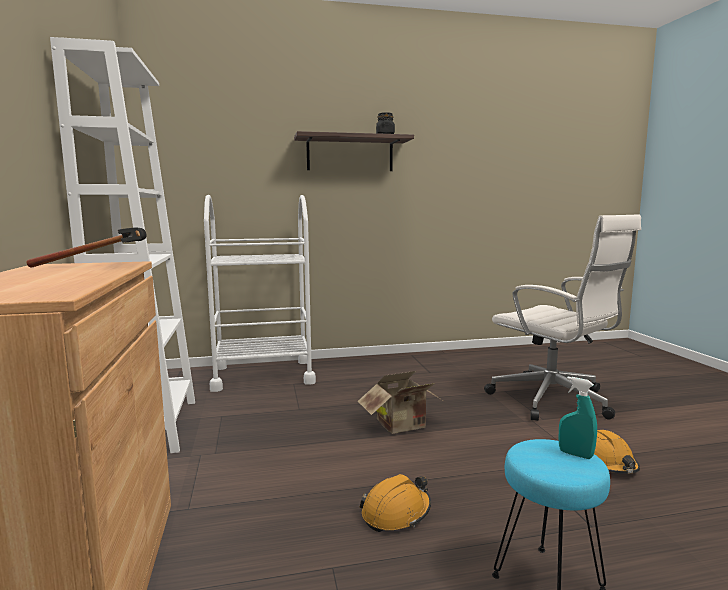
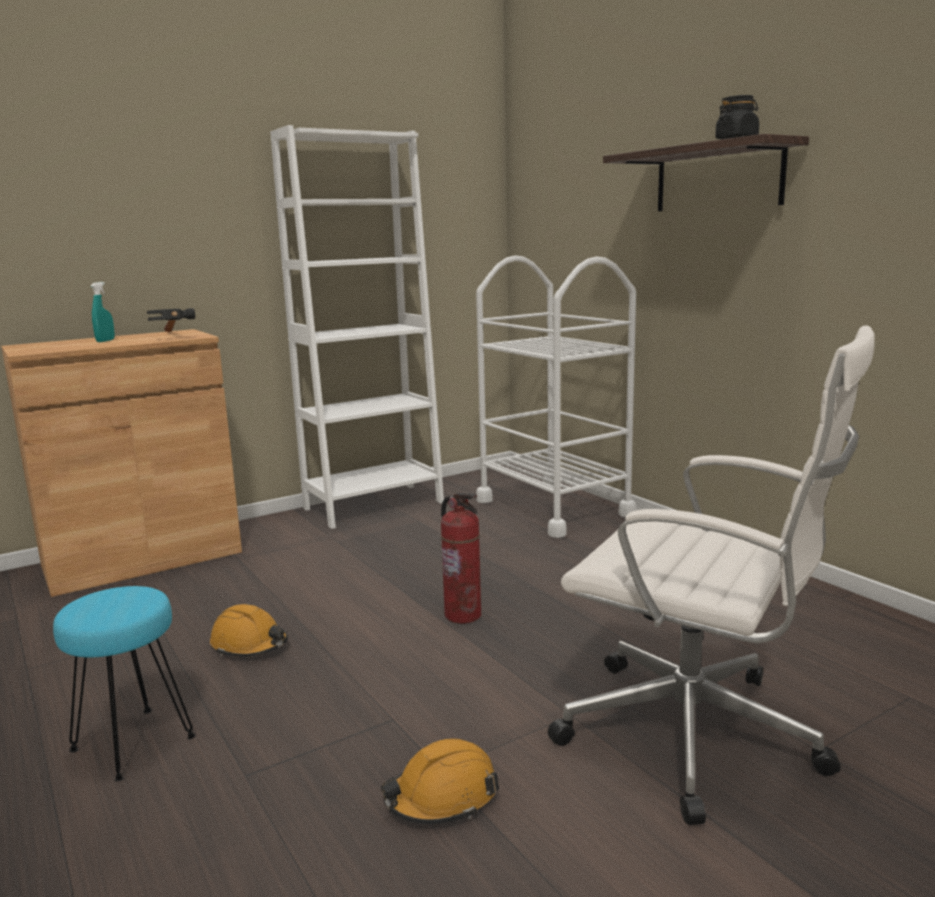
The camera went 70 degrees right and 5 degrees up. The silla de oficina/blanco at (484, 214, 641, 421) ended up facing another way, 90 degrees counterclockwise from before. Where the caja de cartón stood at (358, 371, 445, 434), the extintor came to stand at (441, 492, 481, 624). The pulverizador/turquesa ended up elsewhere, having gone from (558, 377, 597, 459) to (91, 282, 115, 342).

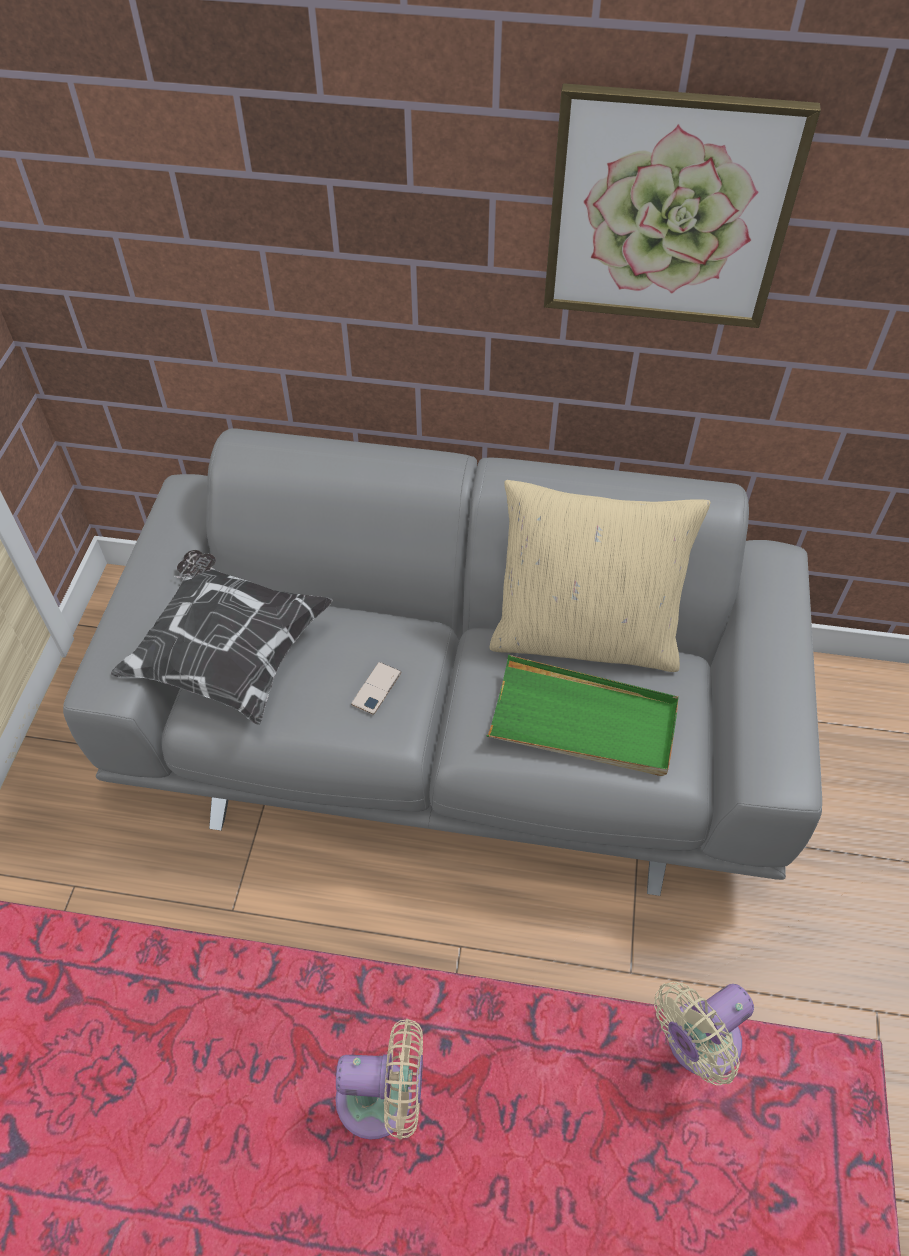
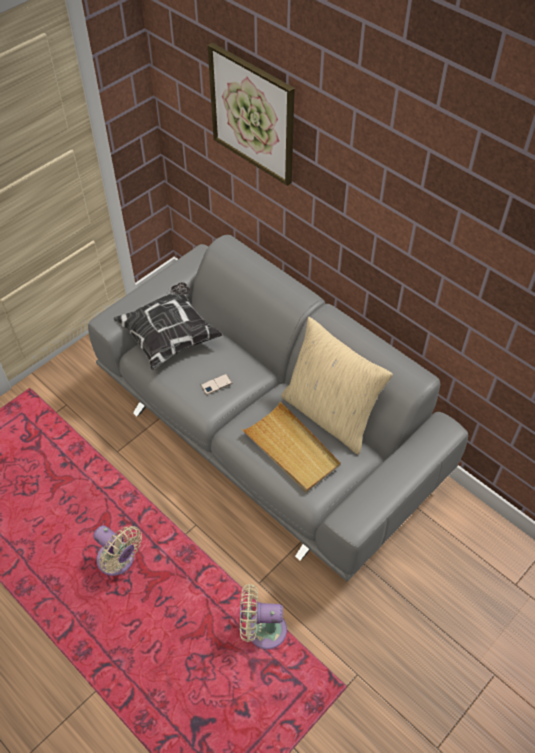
The camera went 35 degrees right and 0 degrees up. The cuadro ended up elsewhere, having gone from (544, 83, 821, 328) to (208, 43, 295, 186). What was the bandeja/verde at (487, 655, 679, 776) turned into the bandeja/beis at (241, 401, 341, 492).

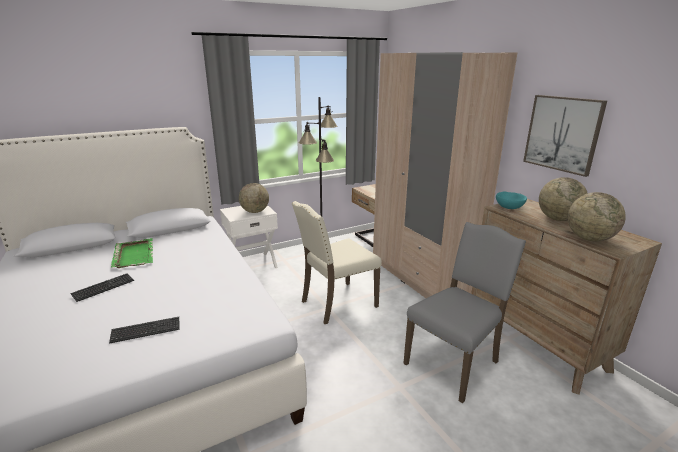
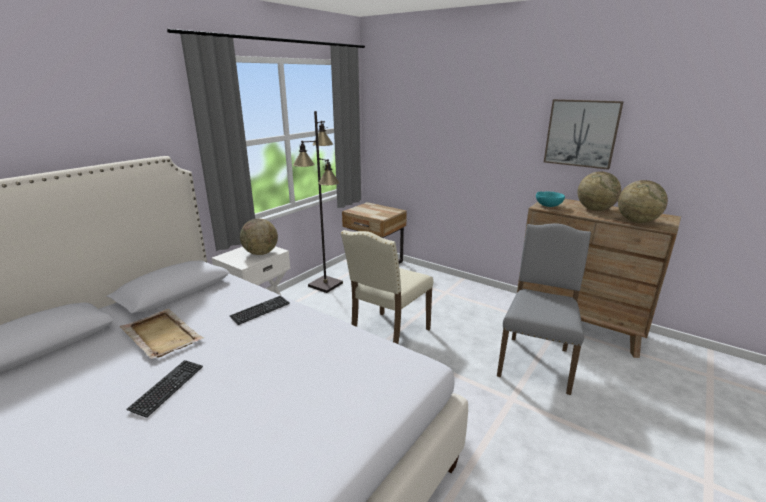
The camera went 25 degrees left and 0 degrees up. The second view lost the armario ropero/beis at (373, 52, 518, 298). What was the bandeja/verde at (111, 238, 153, 268) turned into the bandeja/beis at (120, 309, 204, 359). The teclado ended up elsewhere, having gone from (109, 317, 180, 344) to (230, 296, 290, 325).

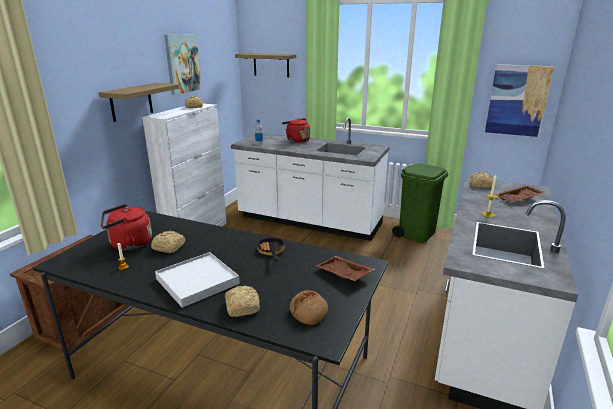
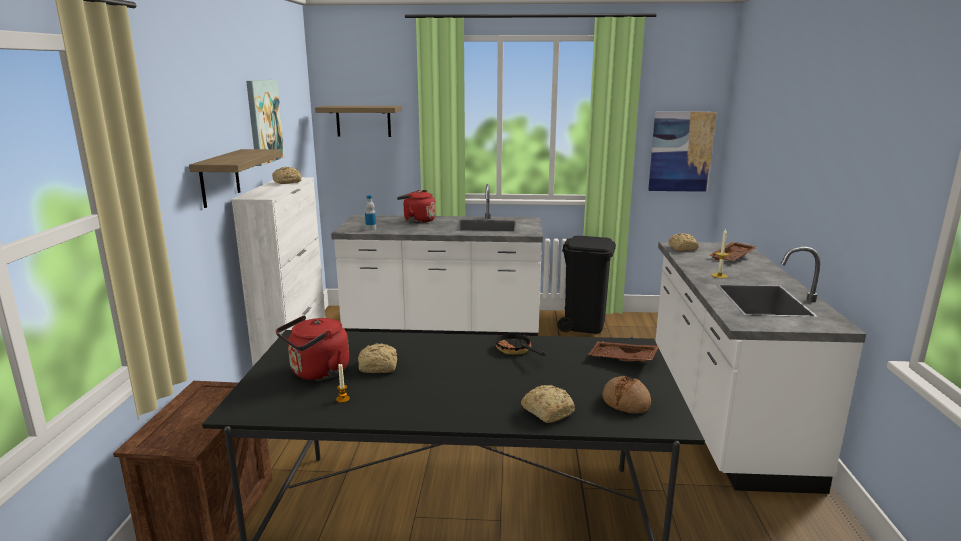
The camera went 20 degrees left and 5 degrees down. What was the papelera/verde at (392, 163, 448, 243) turned into the papelera/negro at (557, 236, 616, 334). The second view lost the bandeja/blanco at (155, 252, 240, 308).

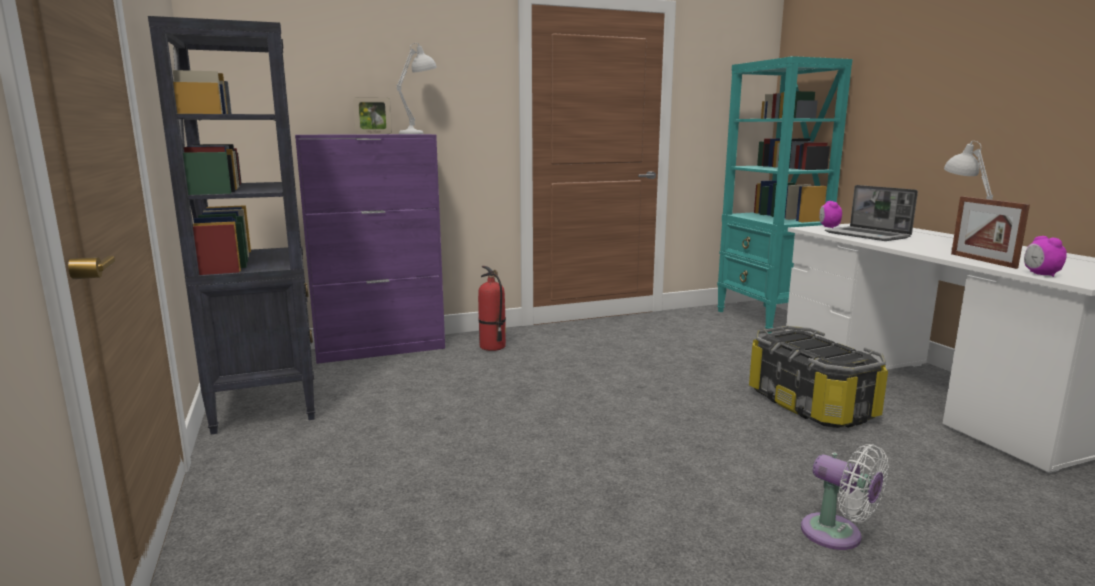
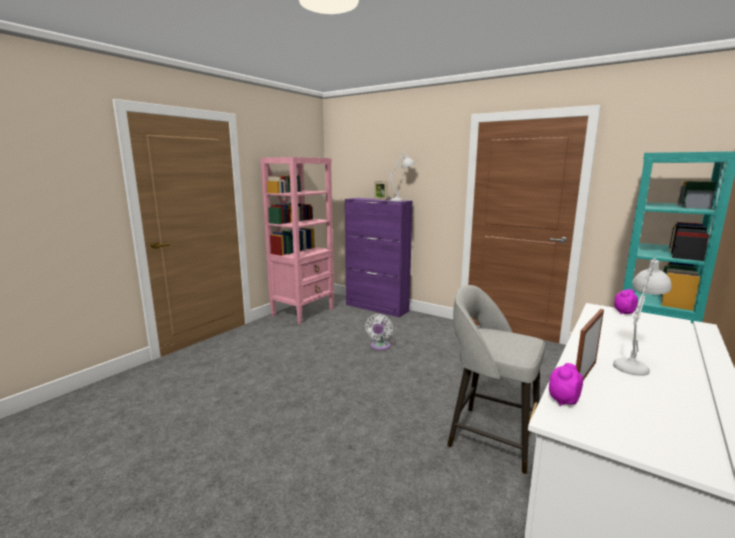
The camera went 55 degrees right and 0 degrees up. What was the estantería/negro at (148, 16, 315, 434) turned into the estantería/rosa at (260, 157, 334, 324). The second view lost the portátil at (825, 185, 918, 241). The second view lost the extintor at (478, 266, 506, 351). Where the caja de almacenaje stood at (749, 326, 888, 428), the taburete/gris came to stand at (447, 285, 545, 474). The ventilador/blanco ended up elsewhere, having gone from (801, 444, 889, 550) to (365, 314, 393, 350).

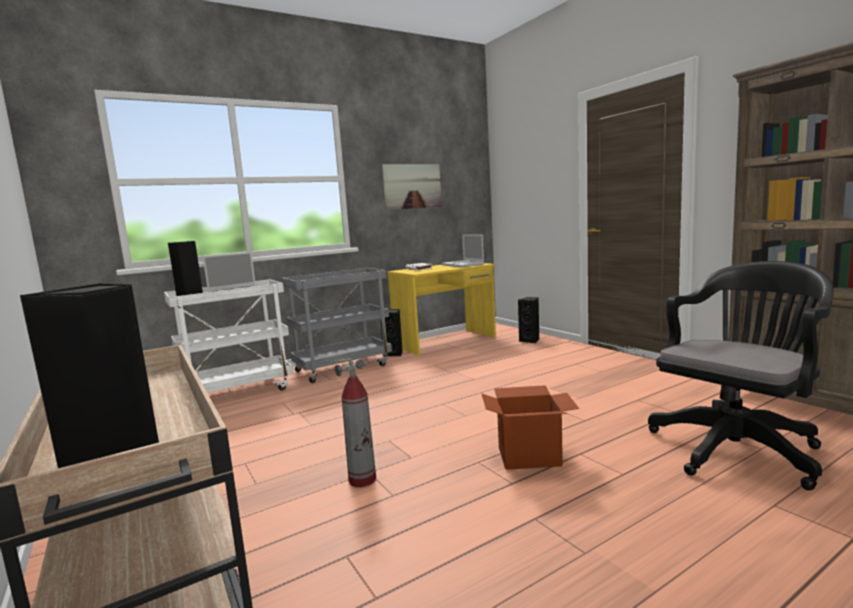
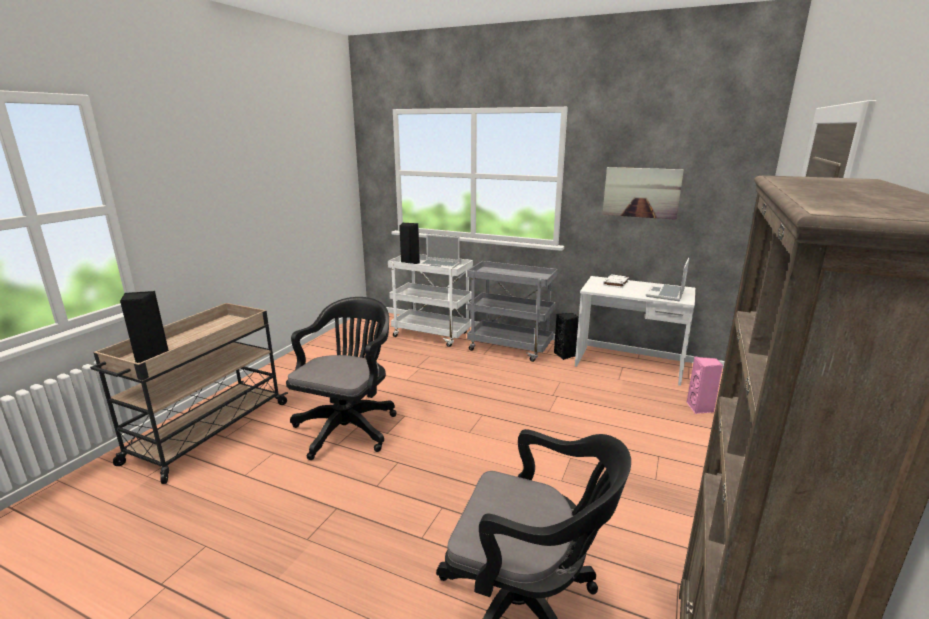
The camera went 55 degrees right and 10 degrees up. What was the escritorio/amarillo at (387, 263, 496, 356) turned into the escritorio/blanco at (575, 276, 695, 386). What was the altavoz/negro at (518, 297, 539, 343) turned into the altavoz/rosa at (686, 357, 723, 414). Where the extintor stood at (334, 358, 376, 487), the silla de oficina/negro came to stand at (286, 297, 397, 460). The second view lost the caja de cartón at (482, 385, 579, 470).

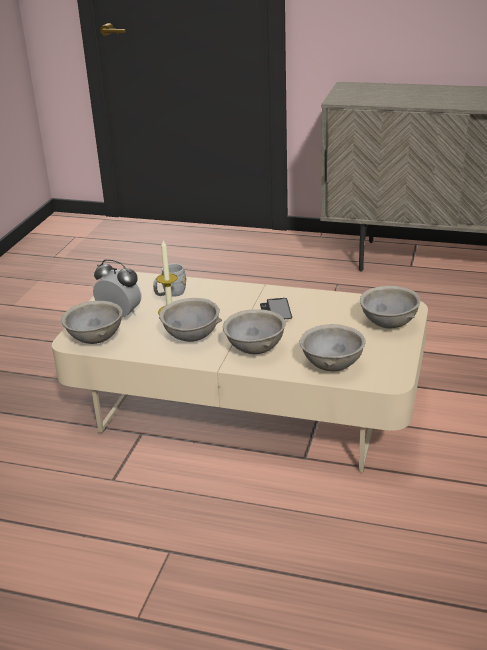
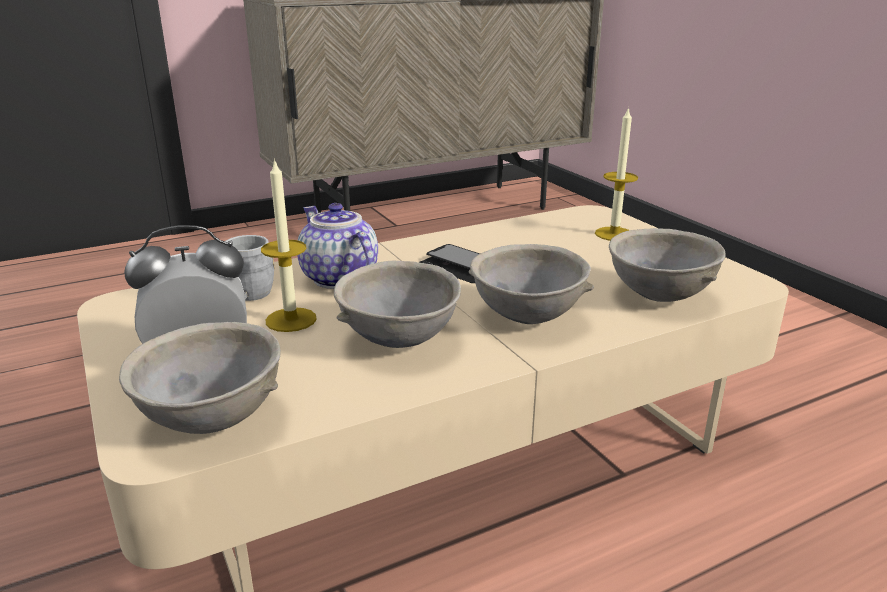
The camera went 45 degrees left and 5 degrees down. Where the cuenco/gris stood at (360, 286, 420, 328), the vela came to stand at (595, 106, 638, 241). The second view gained the tetera at (297, 203, 378, 289).

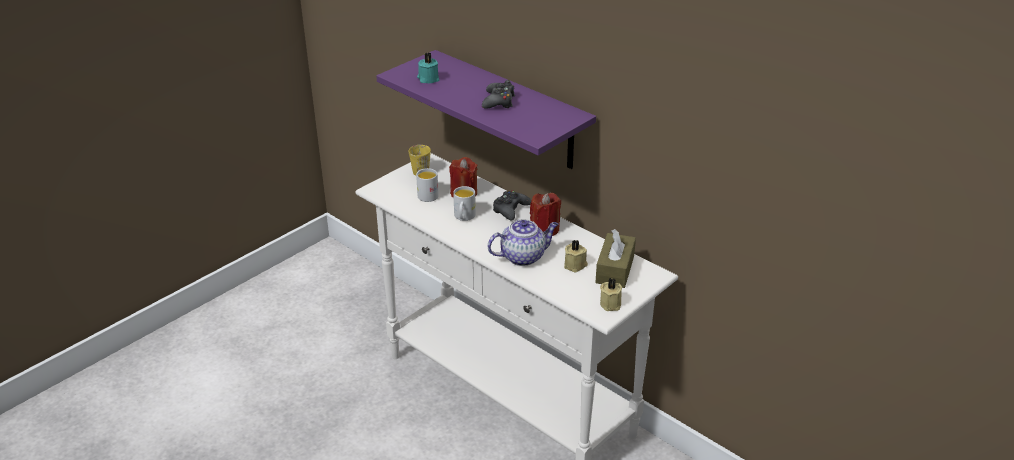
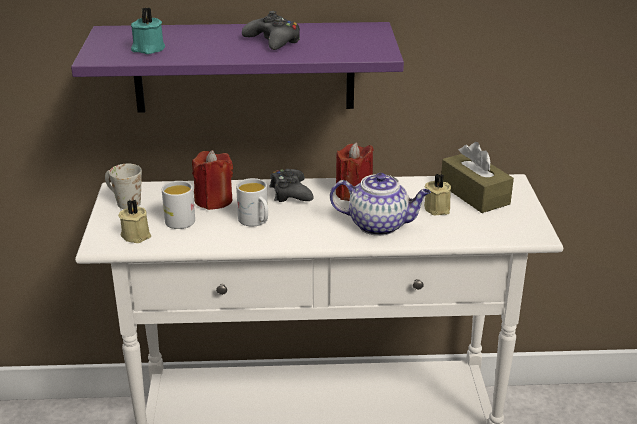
The camera went 45 degrees left and 5 degrees down. What was the taza grande/amarillo at (409, 145, 431, 176) turned into the taza grande/blanco at (105, 164, 142, 209). The tetera at (488, 219, 558, 266) ended up facing another way, 75 degrees clockwise from before. The vela/beis ended up elsewhere, having gone from (600, 278, 622, 311) to (118, 199, 151, 243).

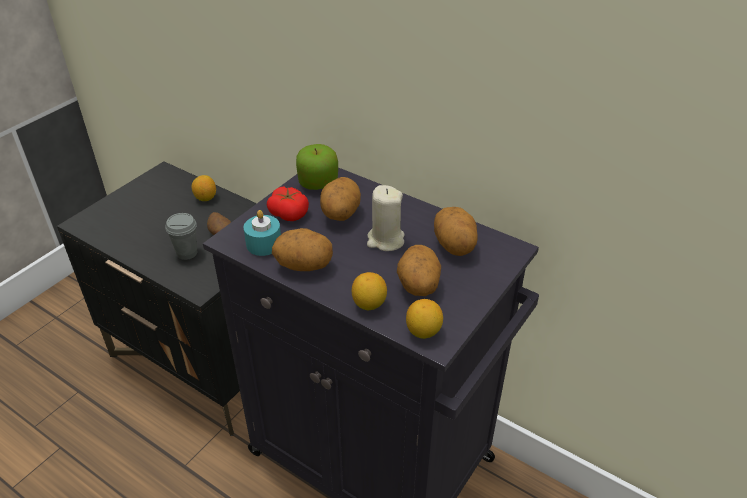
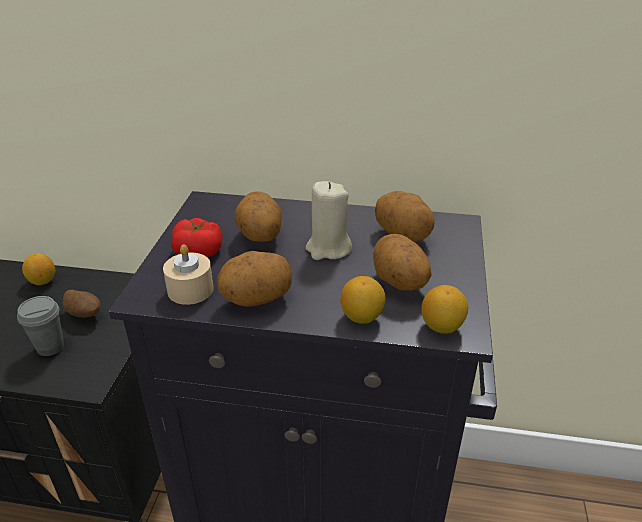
The camera went 25 degrees left and 5 degrees down. The second view lost the manzana at (296, 144, 338, 190). What was the vela/turquesa at (244, 210, 281, 256) turned into the vela/beis at (163, 244, 214, 305).

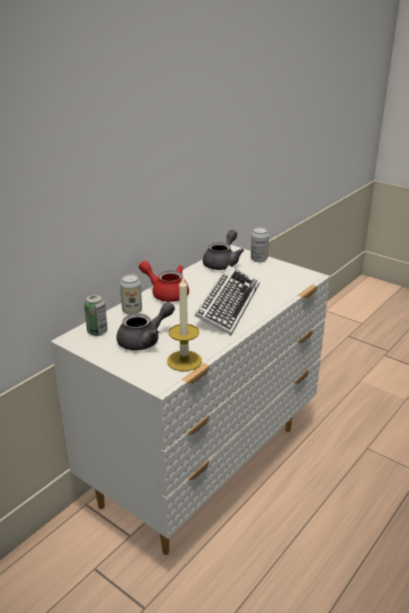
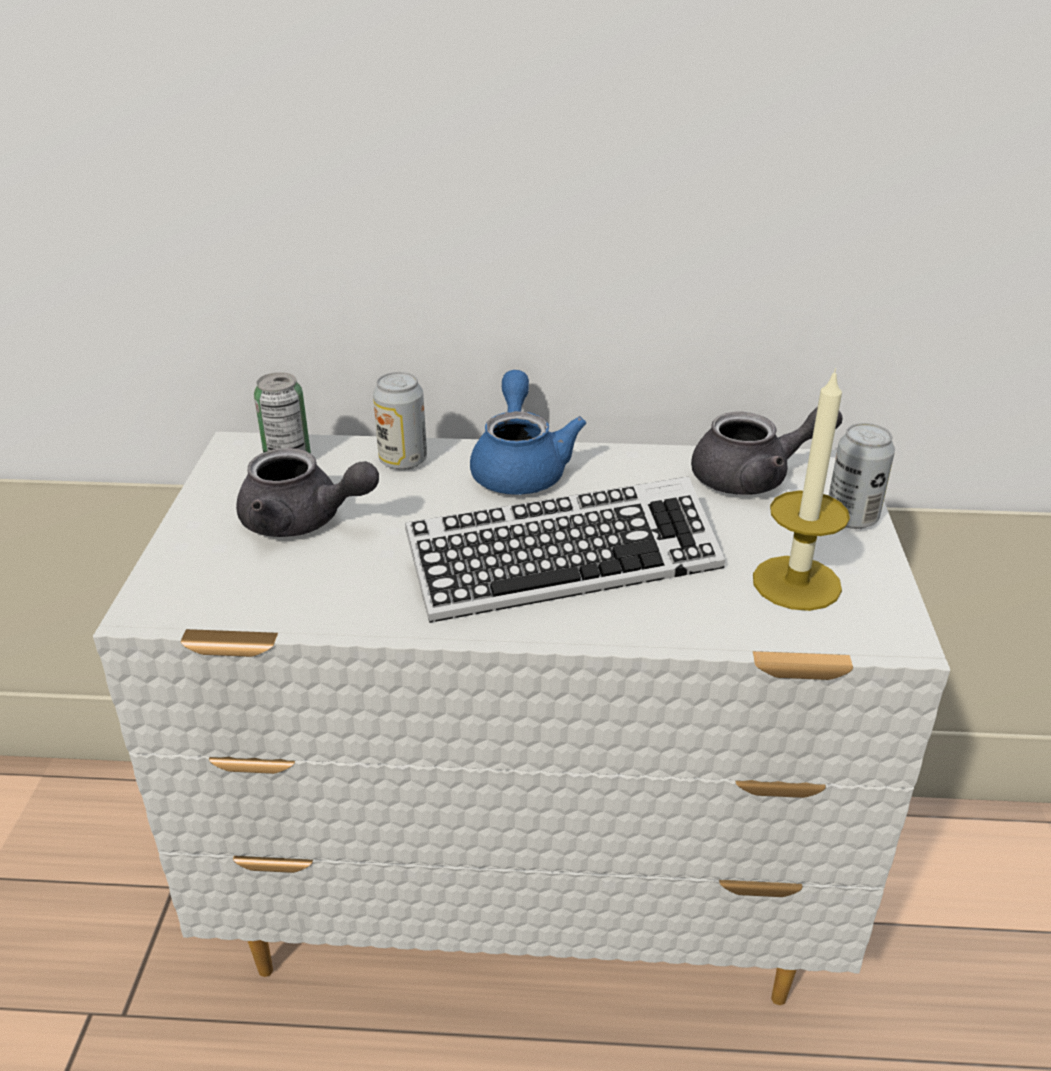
The camera went 55 degrees right and 5 degrees up. What was the tetera/rojo at (139, 261, 189, 302) turned into the tetera/azul at (470, 370, 586, 495). The vela ended up elsewhere, having gone from (167, 278, 202, 371) to (753, 368, 850, 611).

